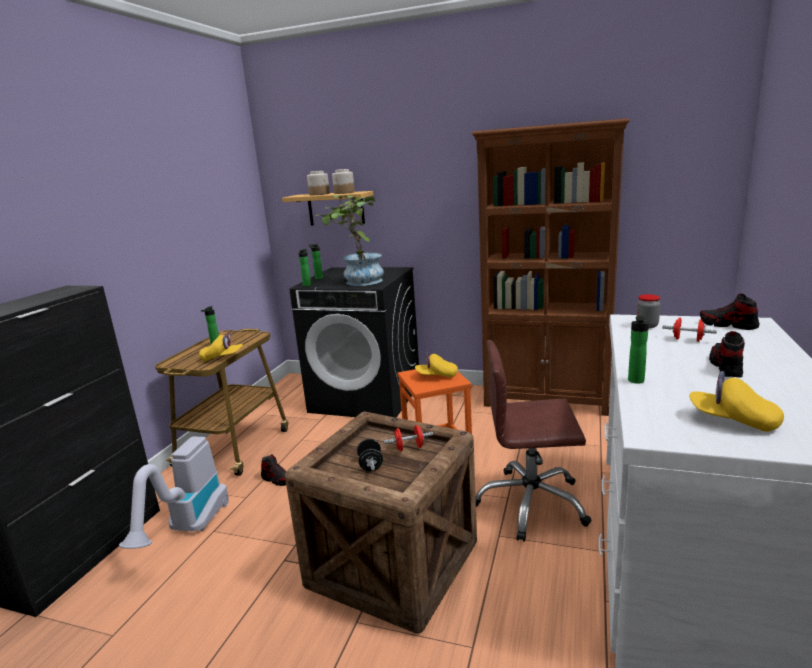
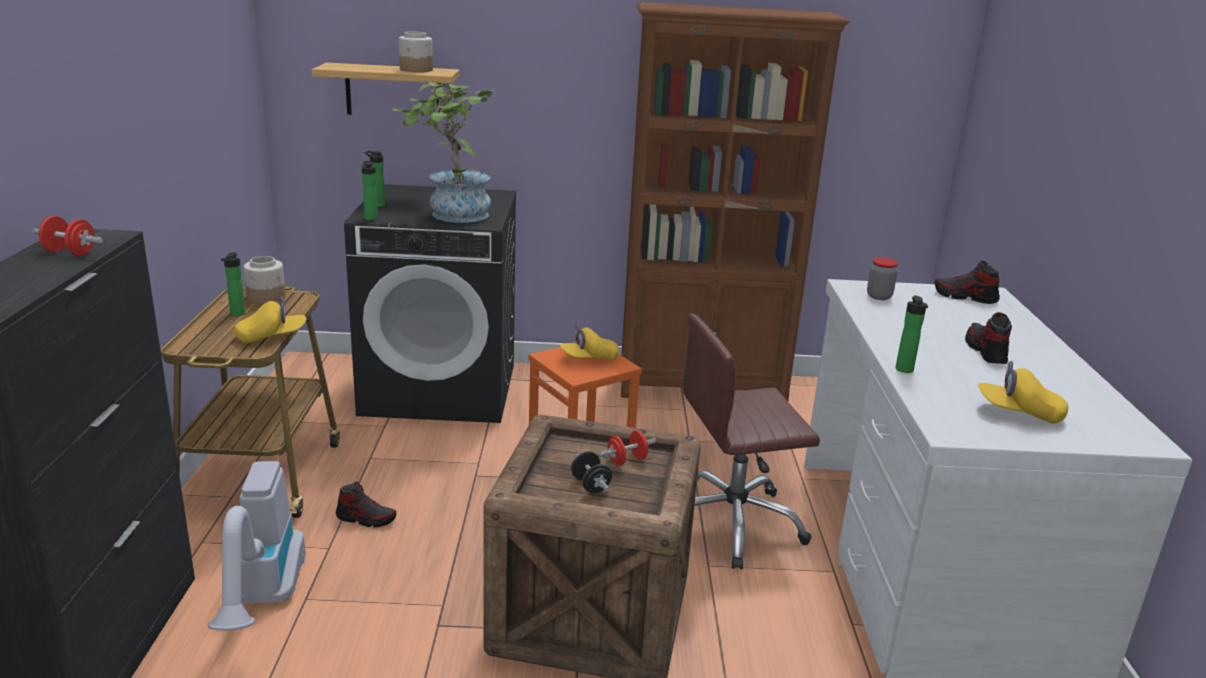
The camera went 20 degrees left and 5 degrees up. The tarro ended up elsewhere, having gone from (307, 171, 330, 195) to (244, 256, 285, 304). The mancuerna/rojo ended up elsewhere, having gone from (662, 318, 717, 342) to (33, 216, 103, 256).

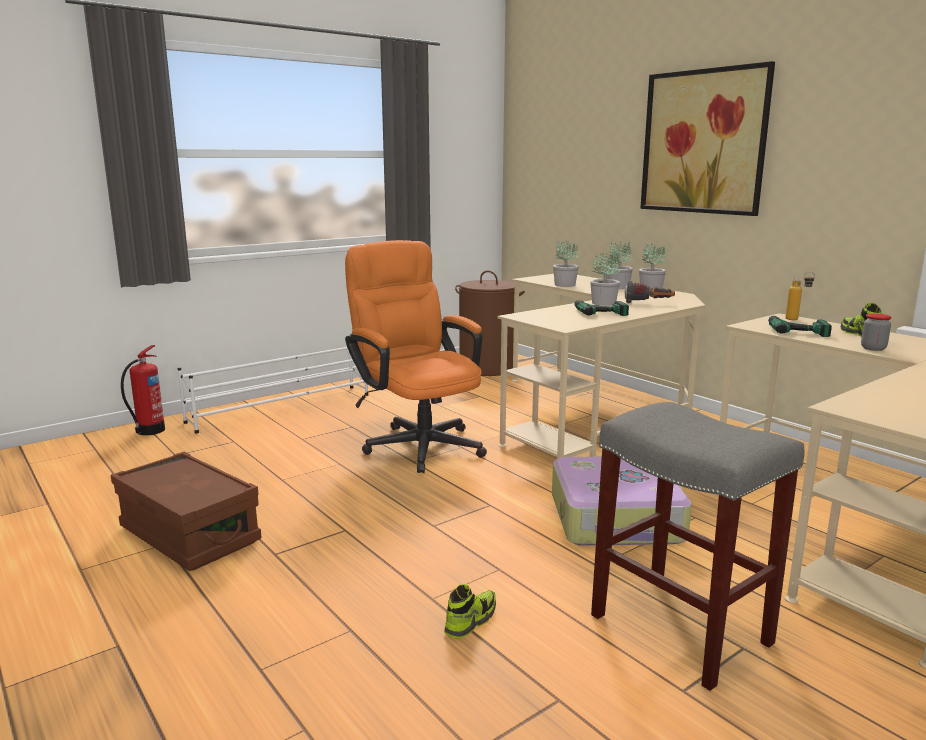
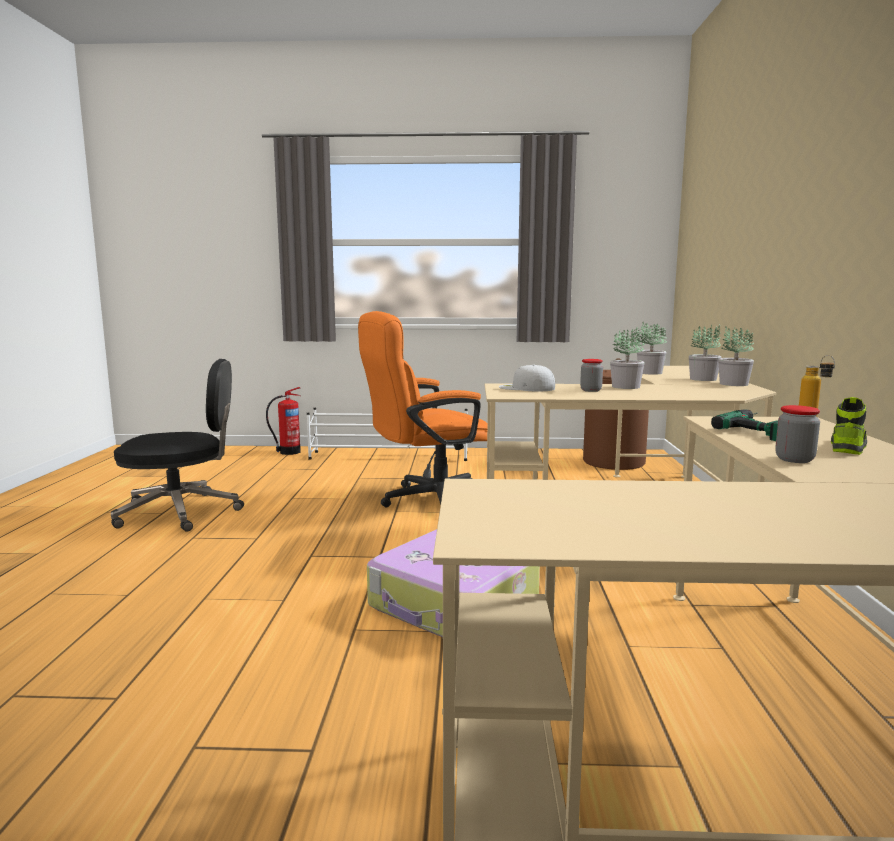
The camera went 40 degrees right and 5 degrees down. The second view lost the cuadro at (640, 61, 775, 216). The silla de oficina/naranja at (345, 240, 487, 473) ended up facing another way, 120 degrees counterclockwise from before. The second view lost the linterna at (624, 281, 675, 303). Where the taladro stood at (574, 300, 629, 316), the tarro came to stand at (580, 359, 603, 392). The second view lost the taburete/gris at (591, 402, 804, 691). Where the caja de almacenaje/marrón stood at (111, 452, 261, 571), the silla de oficina/negro came to stand at (111, 359, 244, 532). The second view lost the zapato at (445, 584, 496, 638). The second view gained the gorra/blanco at (499, 364, 555, 391).

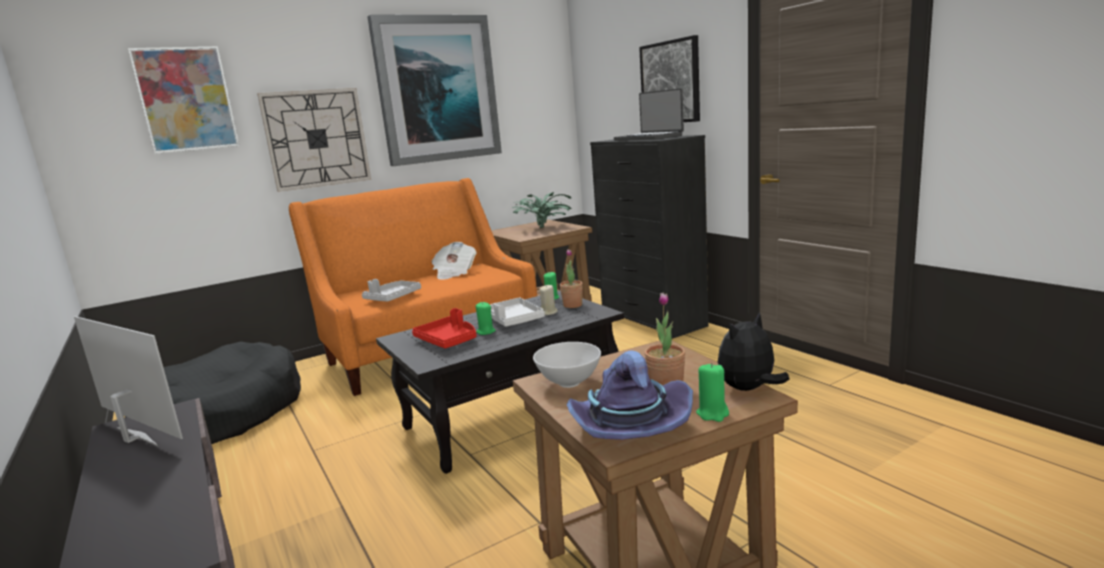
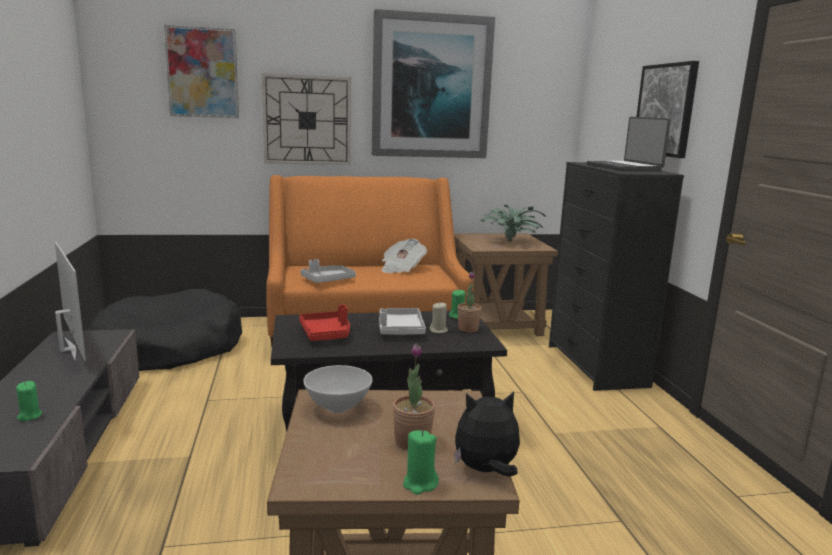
The camera went 20 degrees right and 0 degrees up. The vela/verde ended up elsewhere, having gone from (476, 302, 496, 335) to (16, 381, 42, 421). The second view lost the sombrero/morado at (567, 351, 693, 440).

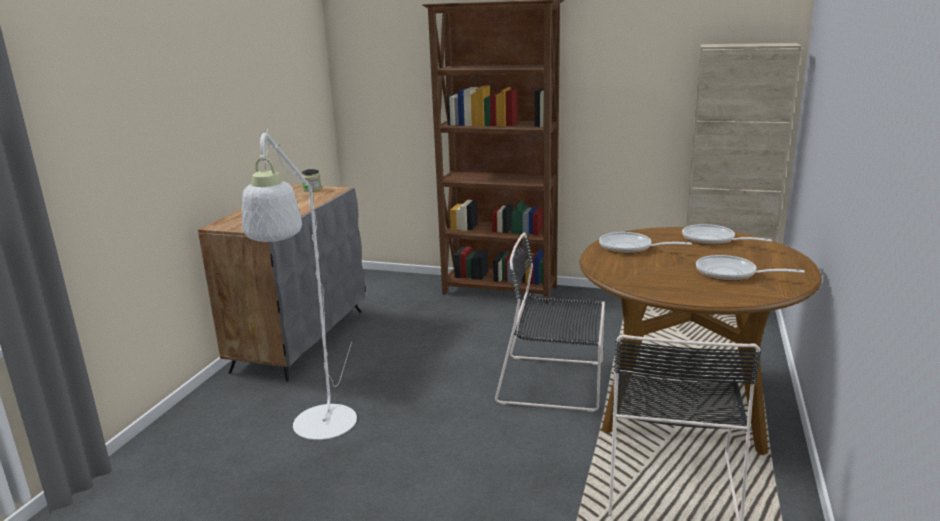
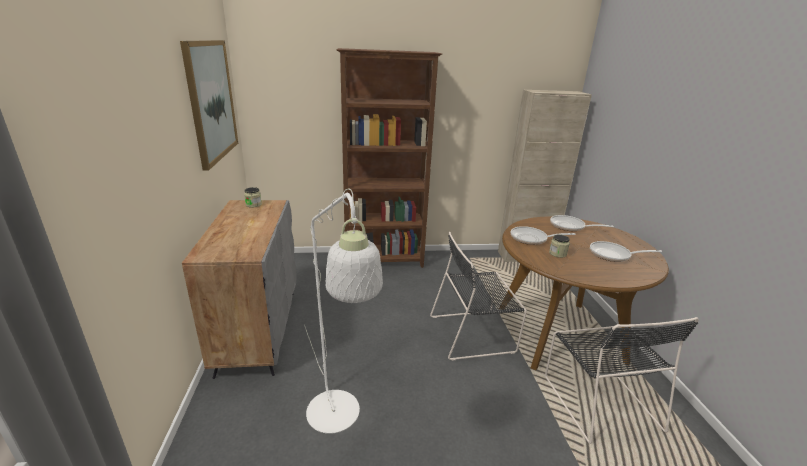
The camera went 25 degrees left and 5 degrees up. The second view gained the cuadro at (180, 40, 238, 170). The second view gained the tarro at (549, 234, 570, 258).

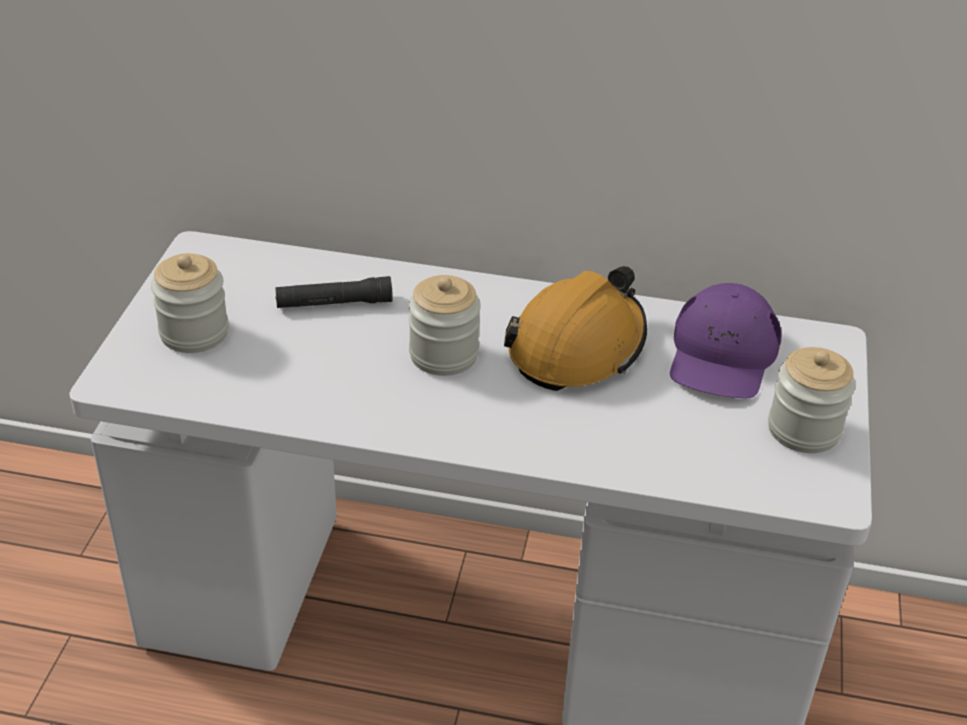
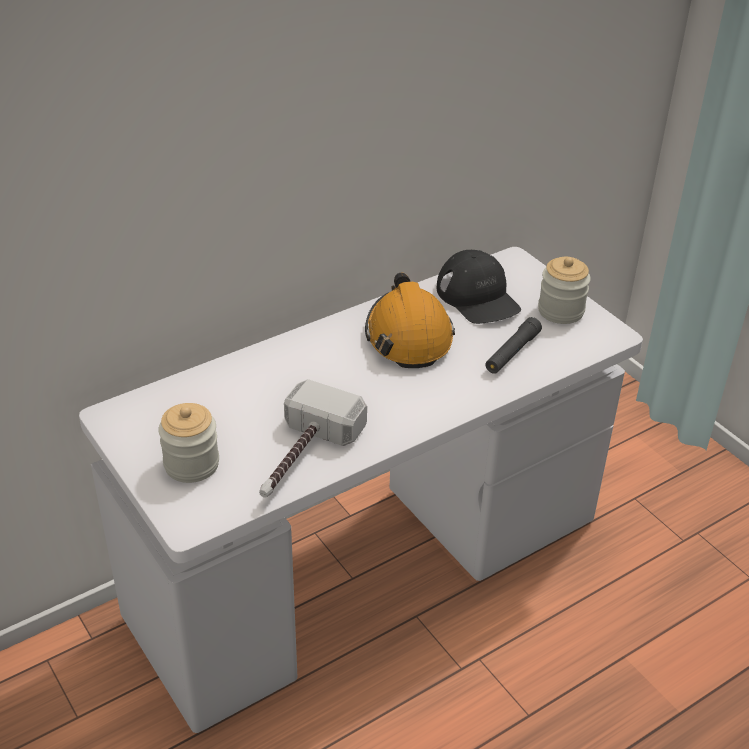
The camera went 45 degrees left and 0 degrees up. The second view lost the tarro at (409, 275, 481, 376). The linterna/negro ended up elsewhere, having gone from (275, 276, 393, 308) to (485, 317, 542, 374). What was the gorra/morado at (670, 283, 781, 398) turned into the gorra/negro at (437, 250, 521, 324). The second view gained the martillo at (259, 379, 367, 498).

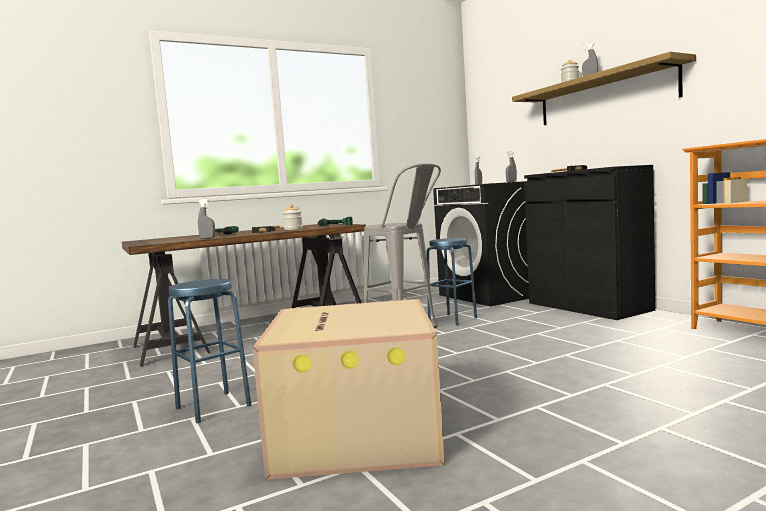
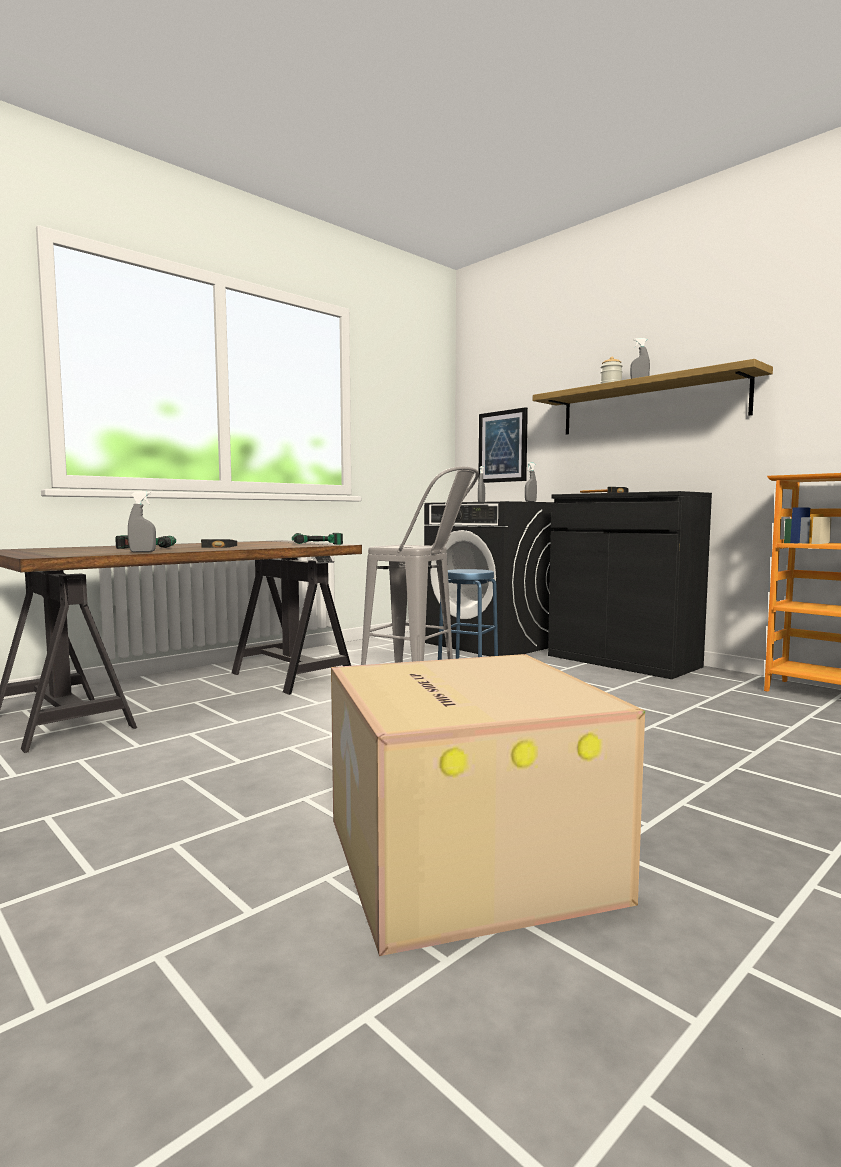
The camera went 15 degrees left and 0 degrees up. The second view lost the tarro at (283, 204, 303, 230). The second view lost the taburete/azul at (168, 279, 251, 423). The second view gained the cuadro at (478, 407, 528, 483).

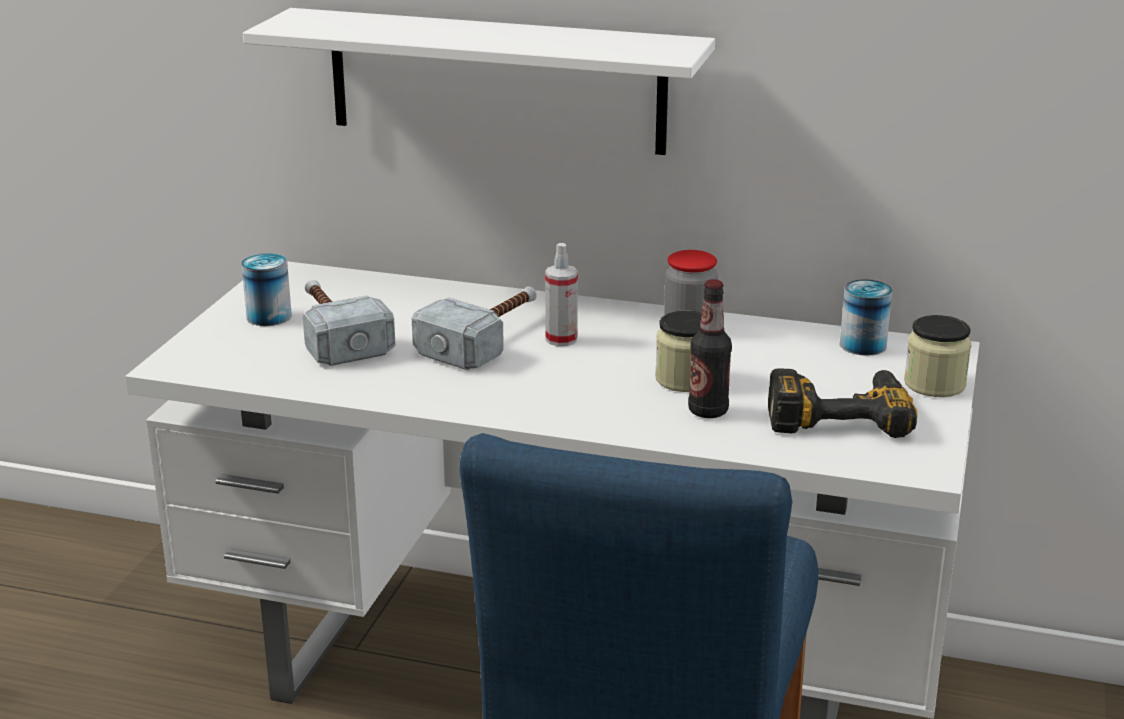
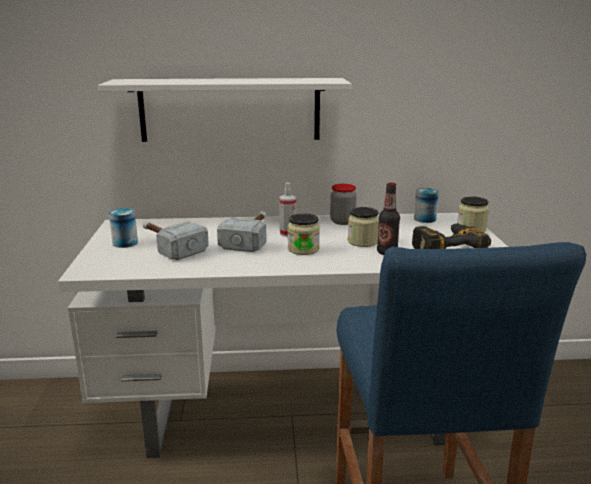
The camera went 20 degrees left and 5 degrees down. The second view gained the tarro at (288, 213, 320, 255).

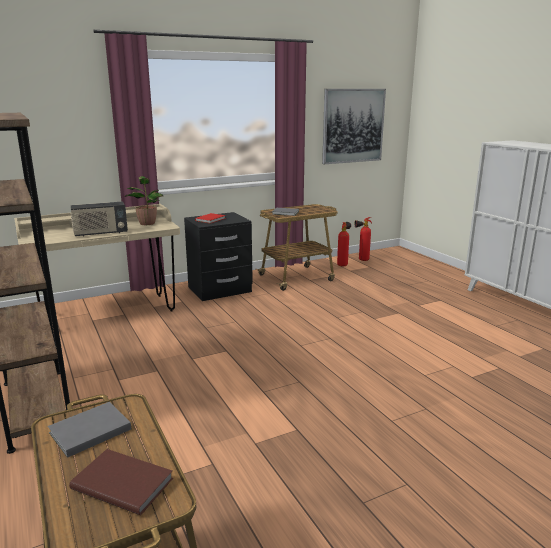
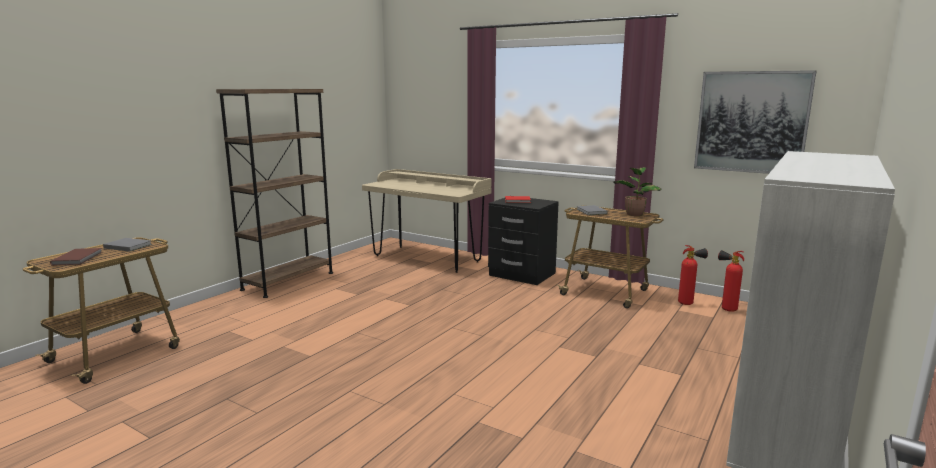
The camera went 60 degrees right and 5 degrees down. The planta en maceta ended up elsewhere, having gone from (125, 176, 164, 225) to (613, 167, 661, 216). The second view lost the radio at (70, 202, 128, 237).

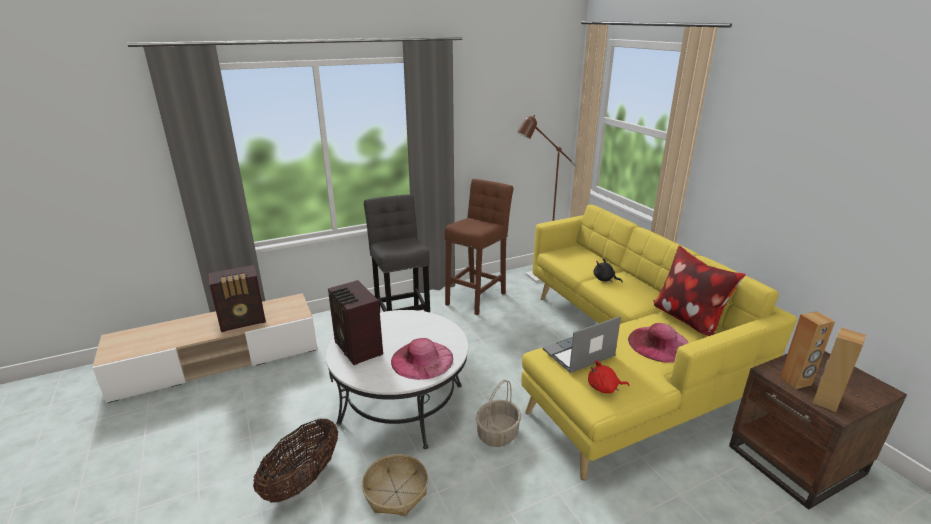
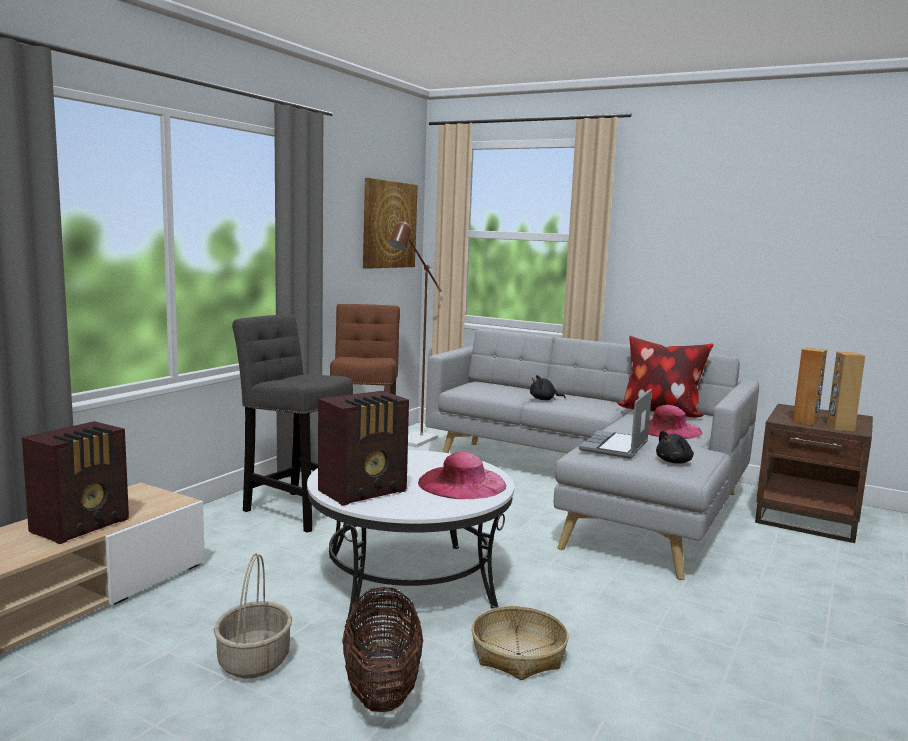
The camera went 35 degrees left and 15 degrees down. What was the sofá/amarillo at (521, 205, 797, 480) turned into the sofá/gris at (426, 329, 759, 580). The radio at (328, 280, 383, 365) ended up facing another way, 60 degrees counterclockwise from before. What was the peluche/rojo at (588, 360, 630, 393) turned into the peluche/negro at (656, 430, 694, 464). The cesta ended up elsewhere, having gone from (476, 380, 521, 447) to (214, 553, 292, 679). The second view gained the cuadro at (363, 178, 418, 269).

